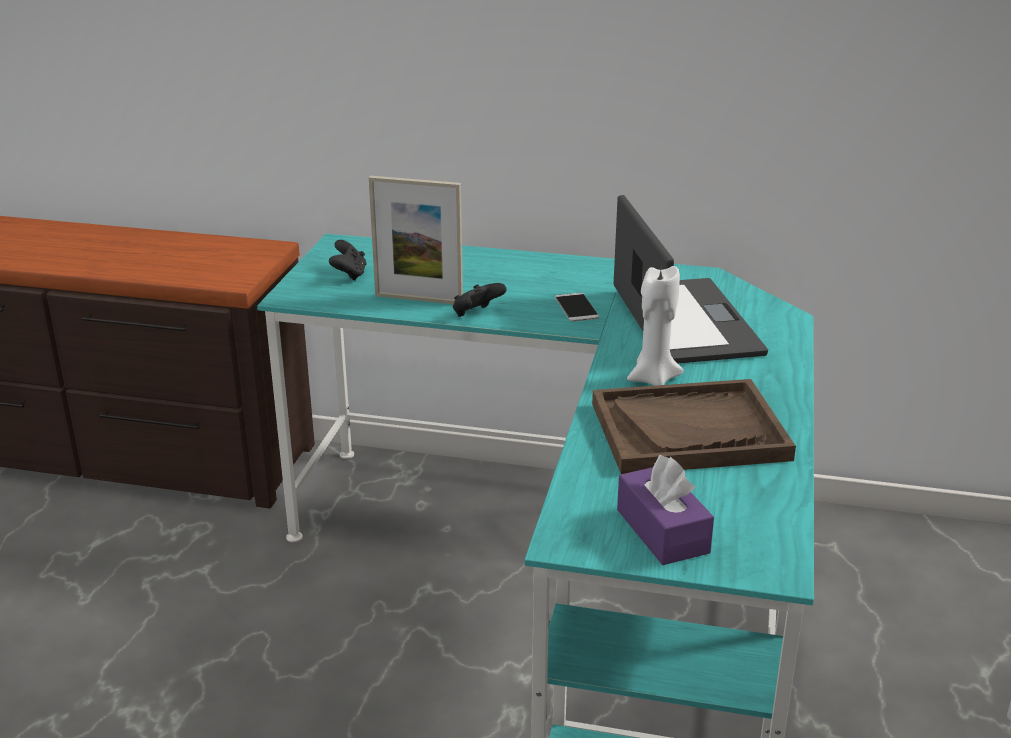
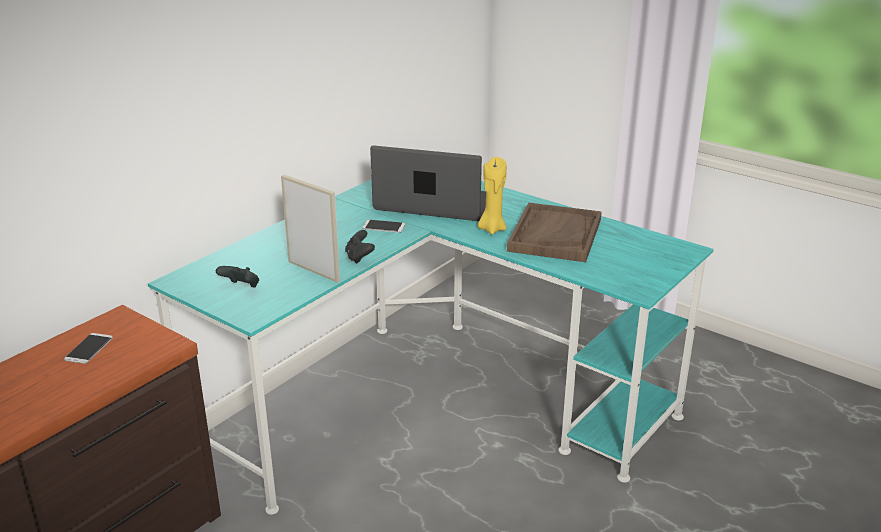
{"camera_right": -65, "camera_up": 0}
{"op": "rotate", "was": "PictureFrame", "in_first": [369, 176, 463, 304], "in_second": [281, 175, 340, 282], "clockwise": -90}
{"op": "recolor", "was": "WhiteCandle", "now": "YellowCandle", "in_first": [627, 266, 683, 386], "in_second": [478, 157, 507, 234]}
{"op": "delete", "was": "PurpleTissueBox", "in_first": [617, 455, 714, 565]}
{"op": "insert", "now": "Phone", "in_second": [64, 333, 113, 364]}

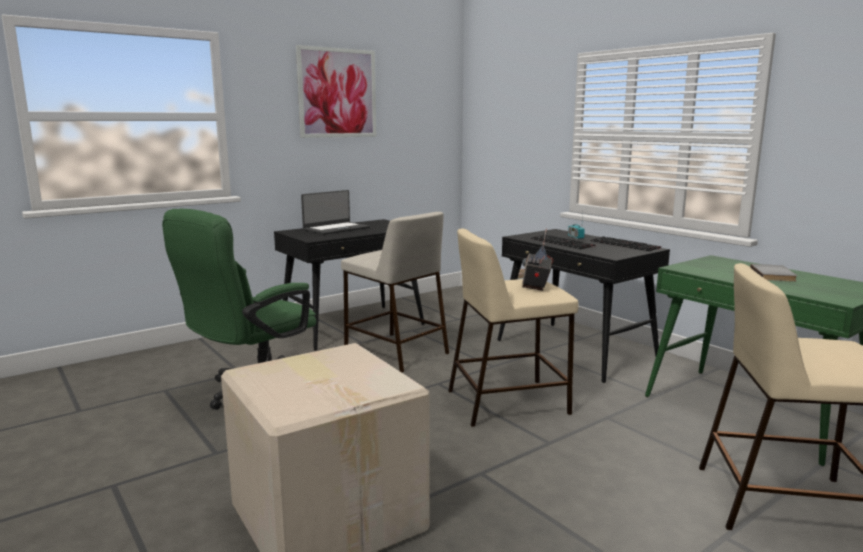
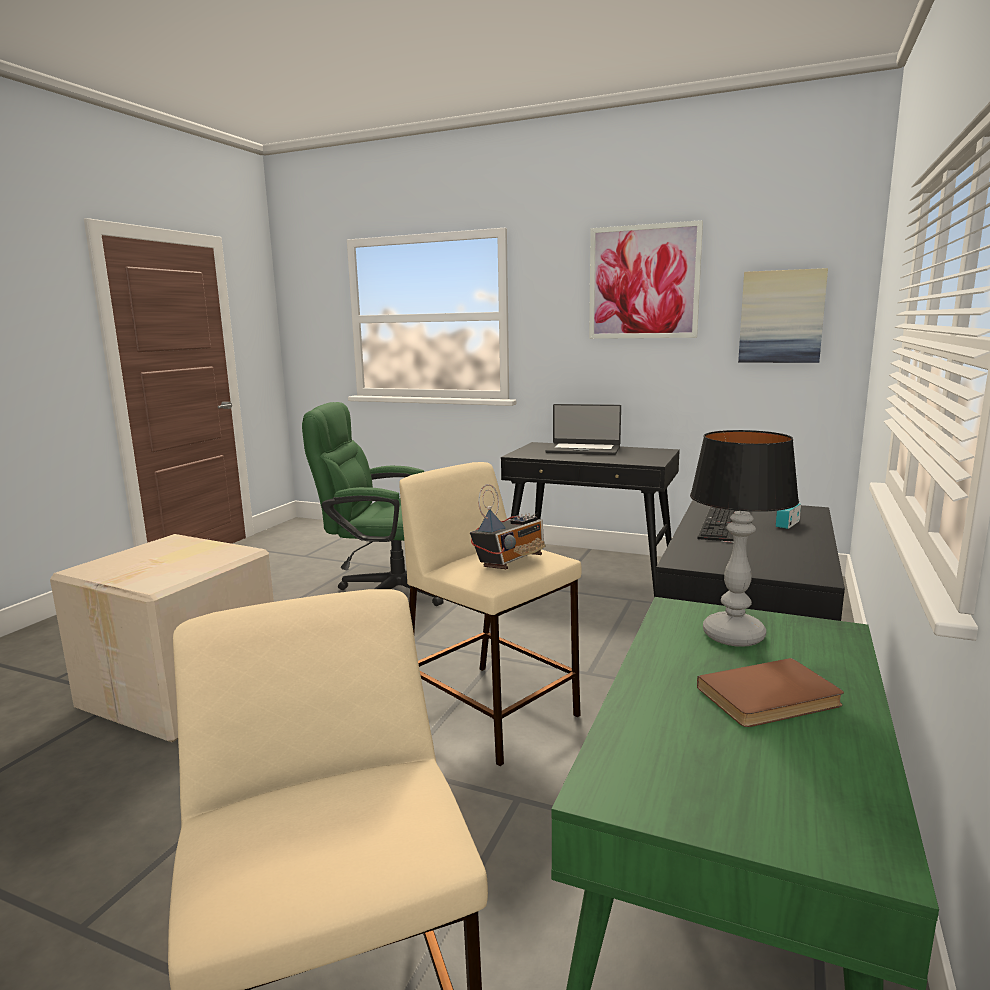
{"camera_right": 60, "camera_up": 0}
{"op": "delete", "was": "BeigeStool", "in_first": [341, 212, 449, 373]}
{"op": "rotate", "was": "Radio", "in_first": [518, 229, 554, 291], "in_second": [470, 484, 546, 569], "clockwise": 150}
{"op": "delete", "was": "Keyboard", "in_first": [591, 236, 661, 251]}
{"op": "recolor", "was": "GreyBook", "now": "BrownBook", "in_first": [750, 264, 797, 282], "in_second": [697, 658, 844, 727]}
{"op": "insert", "now": "Picture", "in_second": [738, 268, 828, 363]}
{"op": "insert", "now": "TableLamp", "in_second": [690, 430, 799, 647]}

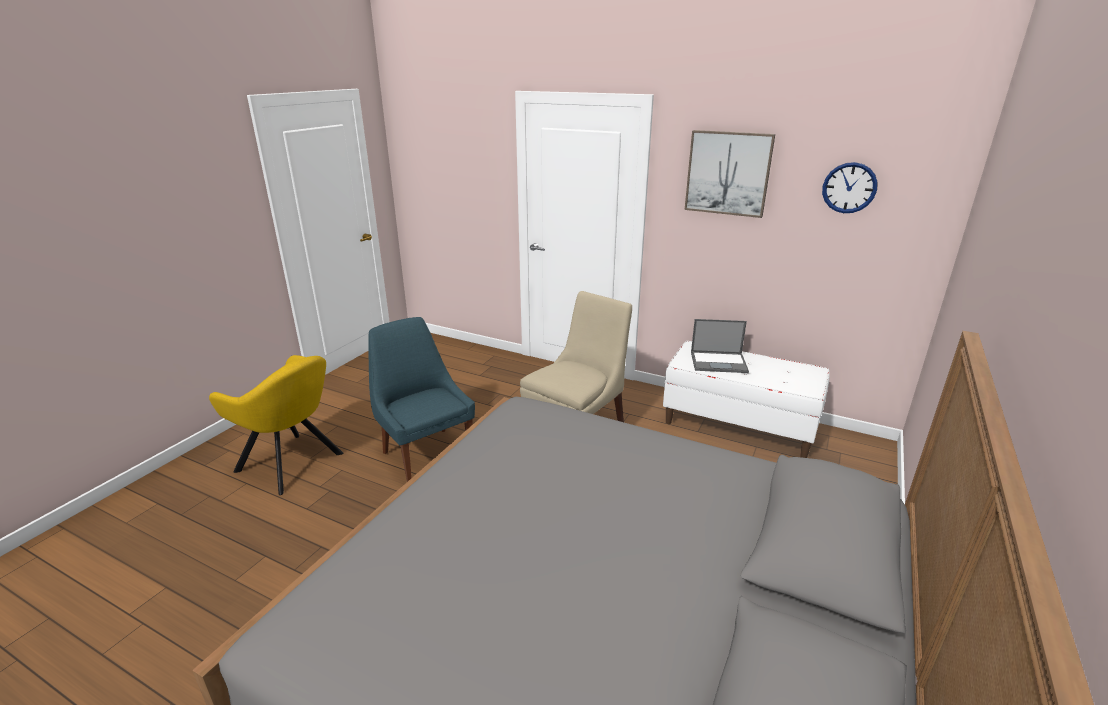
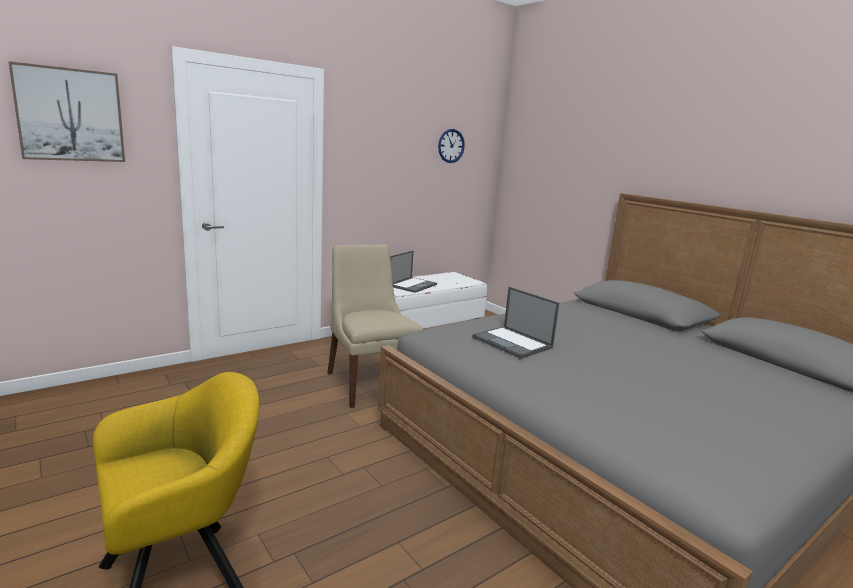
{"camera_right": -65, "camera_up": -10}
{"op": "move", "was": "Picture", "in_first": [685, 130, 775, 218], "in_second": [8, 61, 125, 162]}
{"op": "delete", "was": "BlueChair", "in_first": [368, 317, 475, 482]}
{"op": "insert", "now": "Laptop", "in_second": [472, 287, 559, 359]}

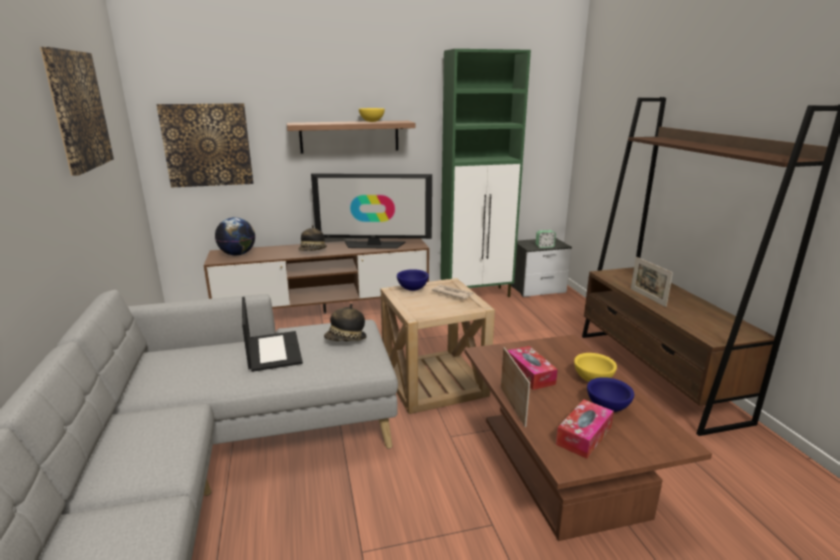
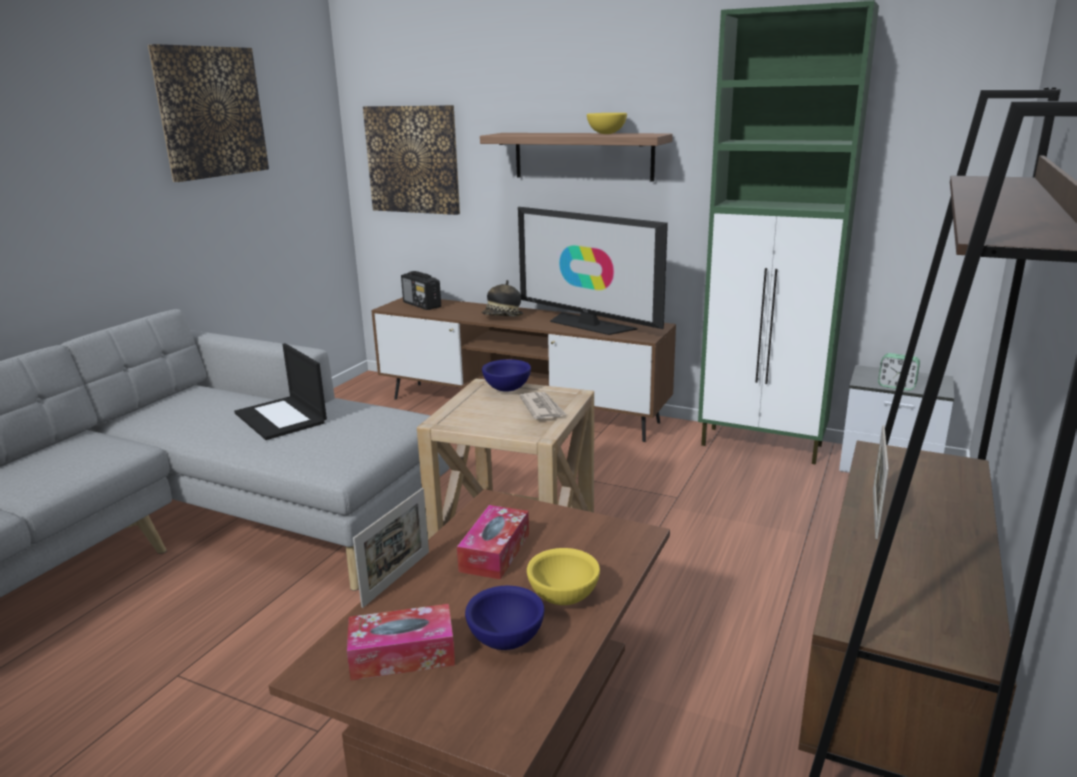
{"camera_right": 40, "camera_up": 0}
{"op": "replace", "was": "Globe", "now": "Radio", "in_first": [215, 217, 255, 255], "in_second": [401, 271, 441, 310]}
{"op": "rotate", "was": "Laptop", "in_first": [242, 297, 303, 372], "in_second": [234, 343, 327, 440], "clockwise": 120}
{"op": "delete", "was": "Hat", "in_first": [324, 304, 367, 341]}

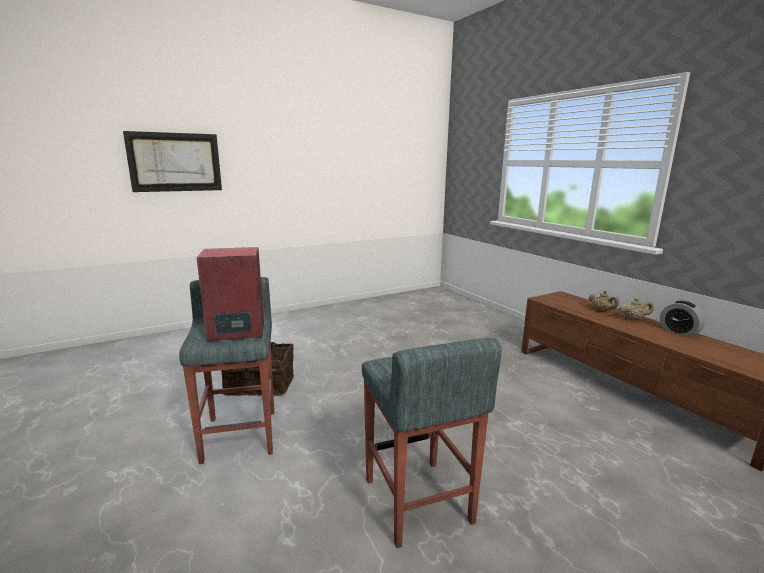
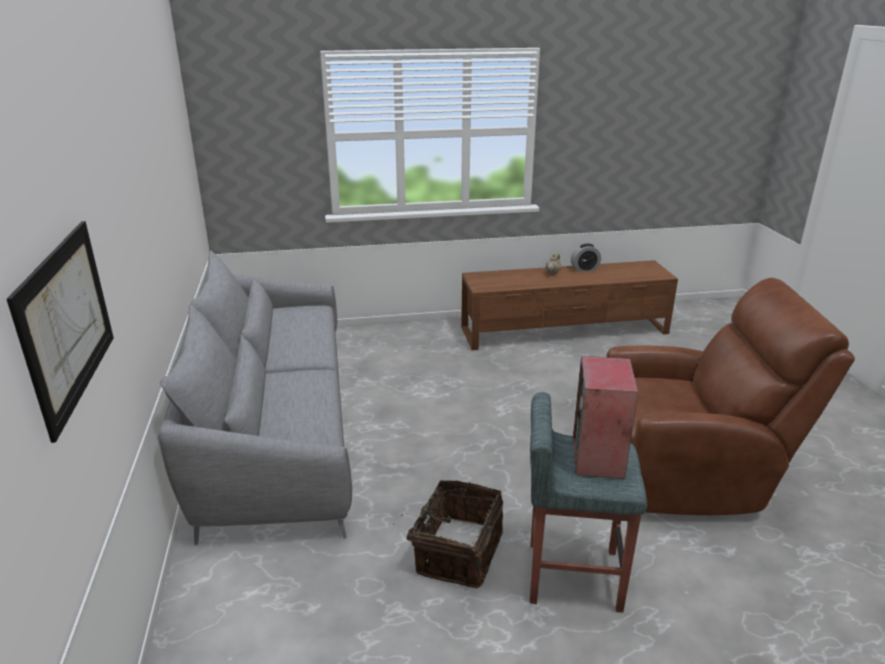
{"camera_right": -70, "camera_up": 10}
{"op": "delete", "was": "BeigeTeapot", "in_first": [589, 290, 619, 312]}
{"op": "replace", "was": "GreyStool", "now": "BrownArmchair", "in_first": [362, 338, 502, 548], "in_second": [606, 278, 855, 515]}
{"op": "insert", "now": "GreySofa", "in_second": [158, 250, 352, 545]}

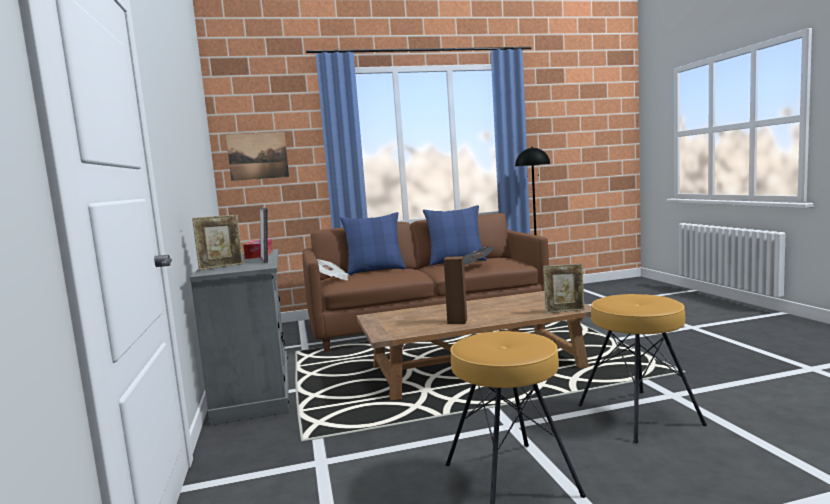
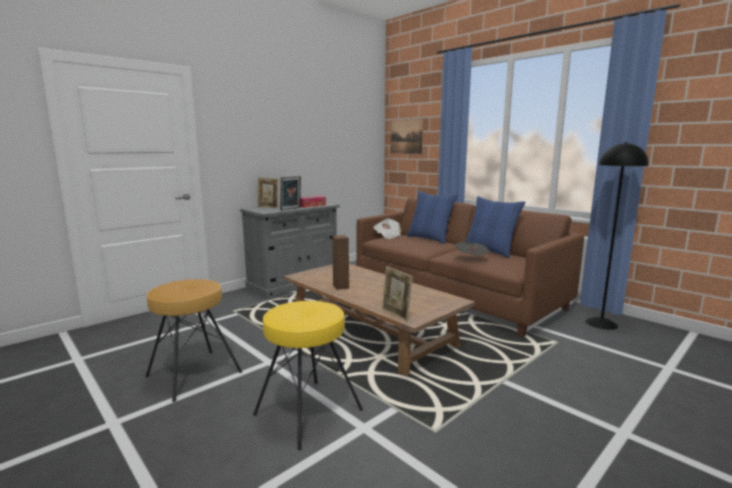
{"camera_right": 60, "camera_up": 5}
{"op": "recolor", "was": "BrownStool", "now": "YellowStool", "in_first": [578, 294, 707, 444], "in_second": [253, 301, 363, 450]}

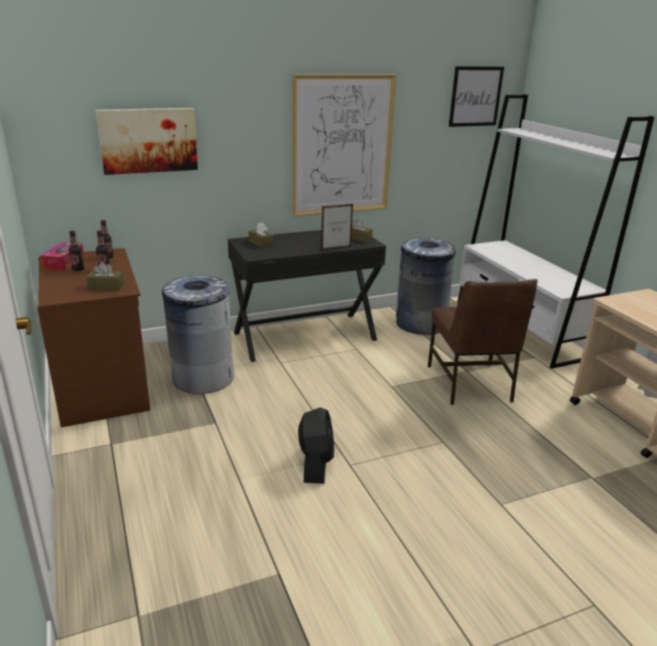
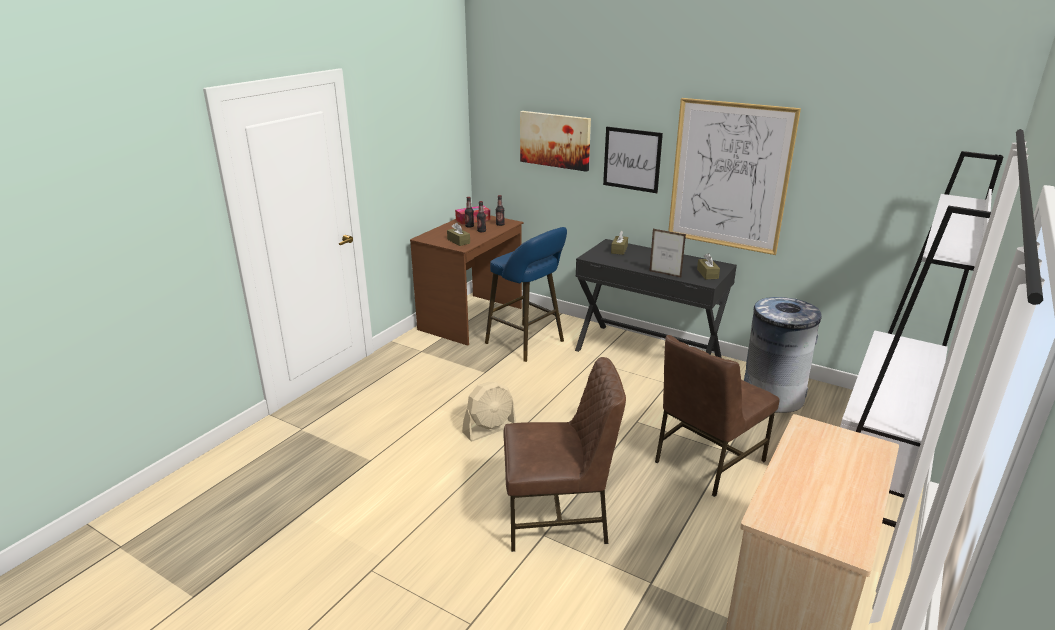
{"camera_right": 55, "camera_up": 0}
{"op": "move", "was": "Picture", "in_first": [449, 66, 504, 127], "in_second": [603, 127, 663, 193]}
{"op": "replace", "was": "GreyTrashCan", "now": "BlueStool", "in_first": [162, 276, 234, 394], "in_second": [485, 227, 567, 362]}
{"op": "recolor", "was": "BlackFan", "now": "BeigeFan", "in_first": [298, 408, 334, 484], "in_second": [462, 382, 517, 441]}
{"op": "insert", "now": "BrownChair", "in_second": [503, 357, 626, 552]}

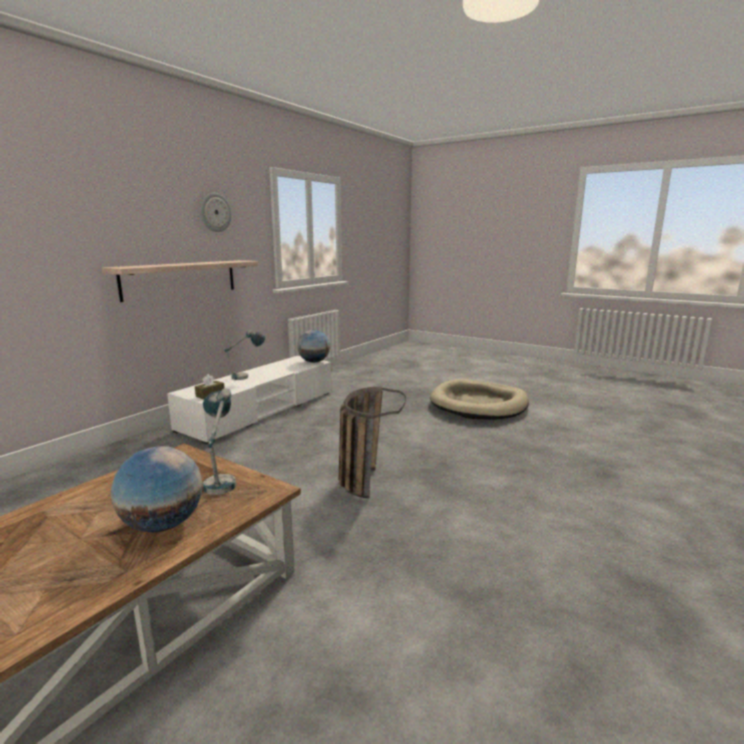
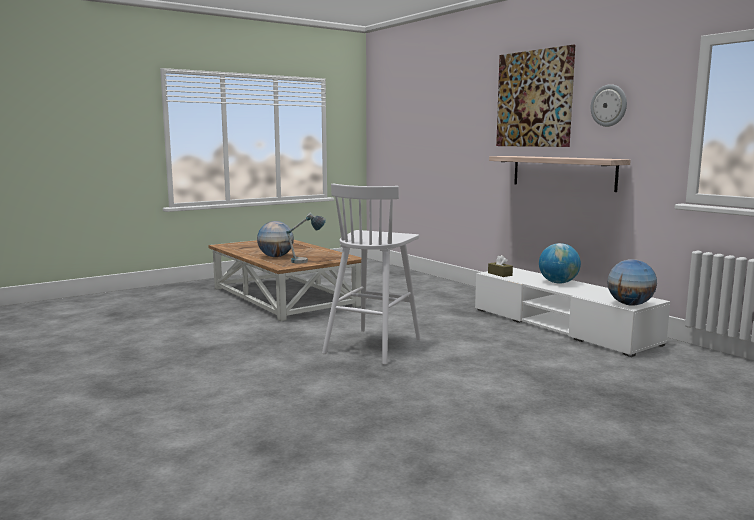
{"camera_right": 110, "camera_up": -5}
{"op": "replace", "was": "TableLamp", "now": "Globe", "in_first": [225, 330, 265, 380], "in_second": [539, 243, 581, 284]}
{"op": "delete", "was": "BeigeDogBed", "in_first": [430, 379, 529, 420]}
{"op": "replace", "was": "Basket", "now": "WhiteStool", "in_first": [339, 387, 406, 498], "in_second": [322, 184, 420, 365]}
{"op": "insert", "now": "Picture", "in_second": [496, 45, 575, 147]}

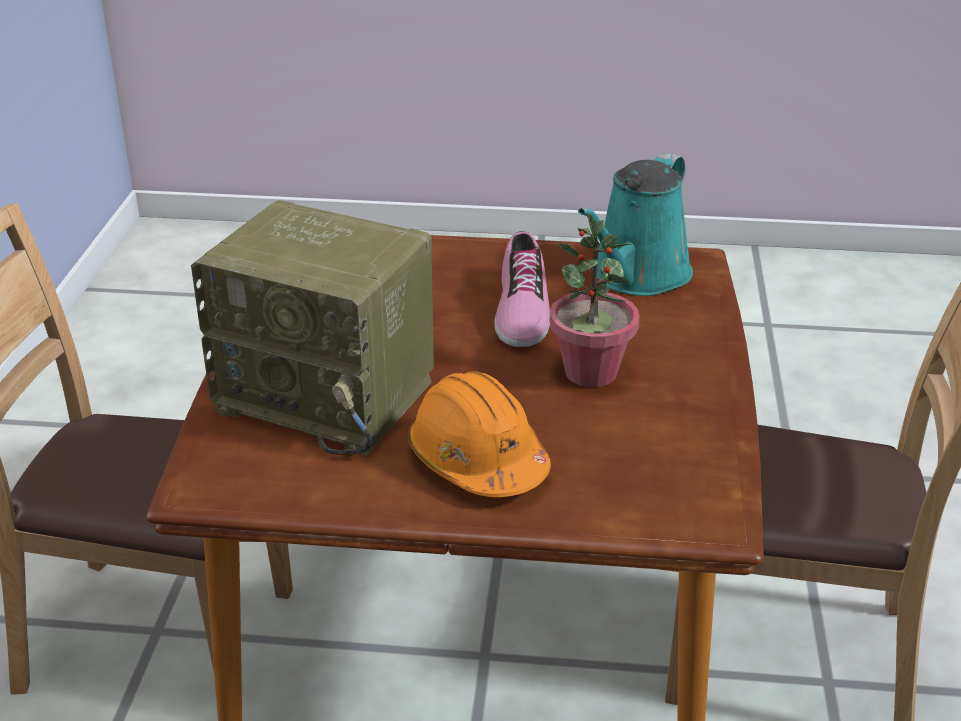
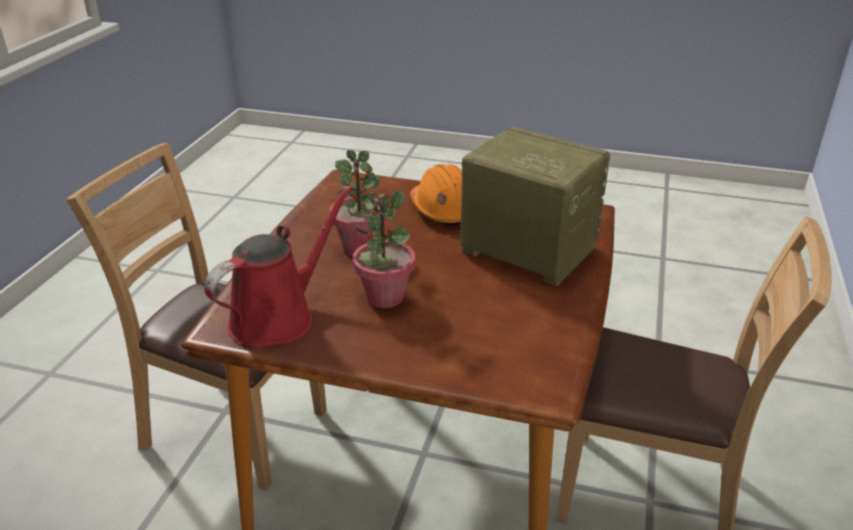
{"camera_right": -170, "camera_up": 0}
{"op": "recolor", "was": "TurquoiseWateringCan", "now": "RedWateringCan", "in_first": [578, 153, 693, 296], "in_second": [204, 186, 353, 348]}
{"op": "replace", "was": "Shoe", "now": "PottedPlant", "in_first": [494, 231, 550, 347], "in_second": [353, 190, 415, 308]}

